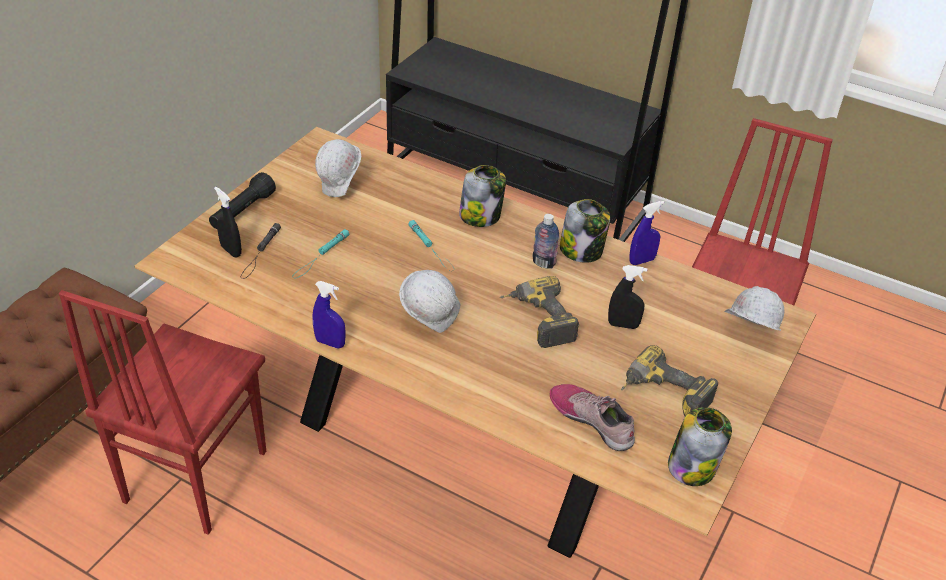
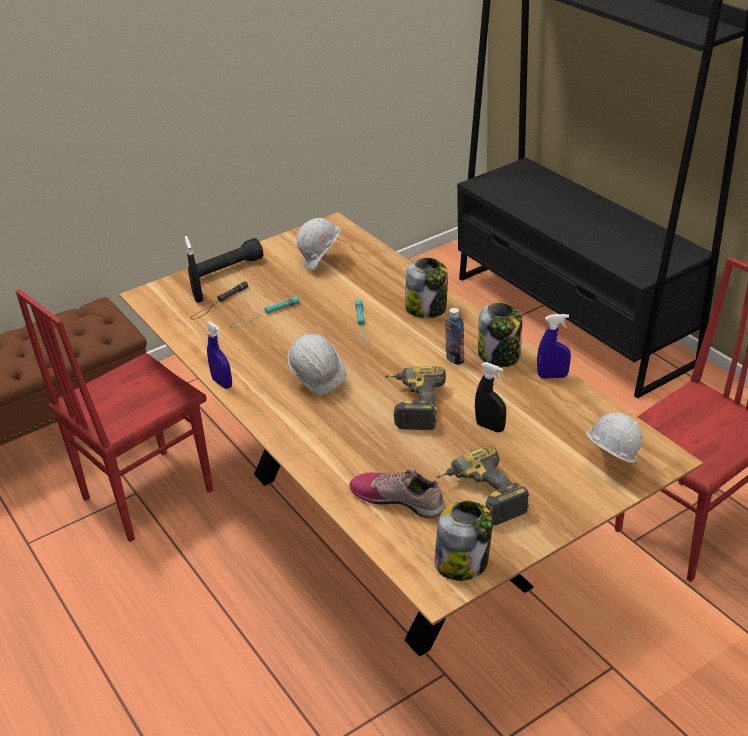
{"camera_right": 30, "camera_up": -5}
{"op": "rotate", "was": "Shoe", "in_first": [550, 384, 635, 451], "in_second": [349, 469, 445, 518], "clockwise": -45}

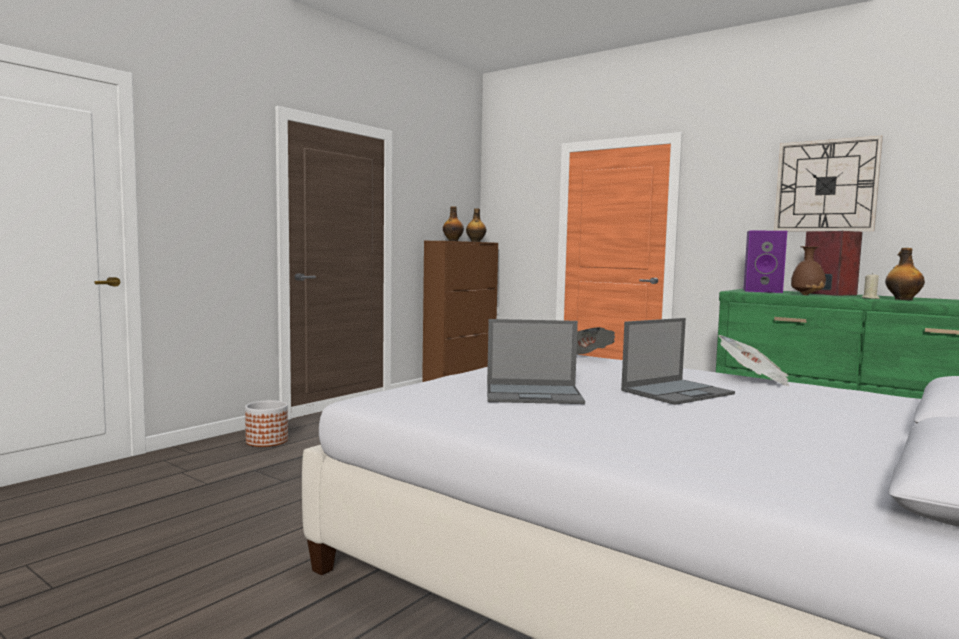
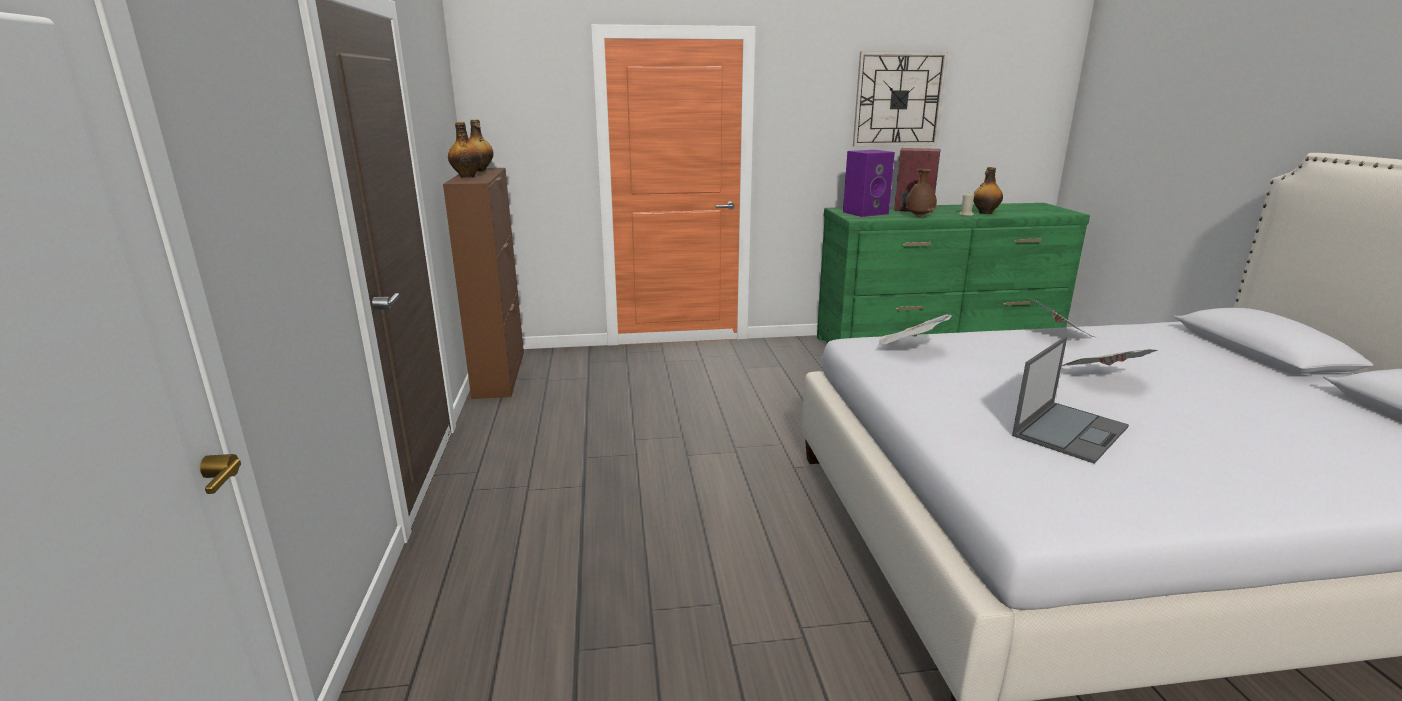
{"camera_right": -45, "camera_up": 15}
{"op": "replace", "was": "Laptop", "now": "Newspaper", "in_first": [621, 318, 735, 405], "in_second": [1062, 349, 1157, 366]}
{"op": "delete", "was": "Planter", "in_first": [245, 400, 288, 447]}

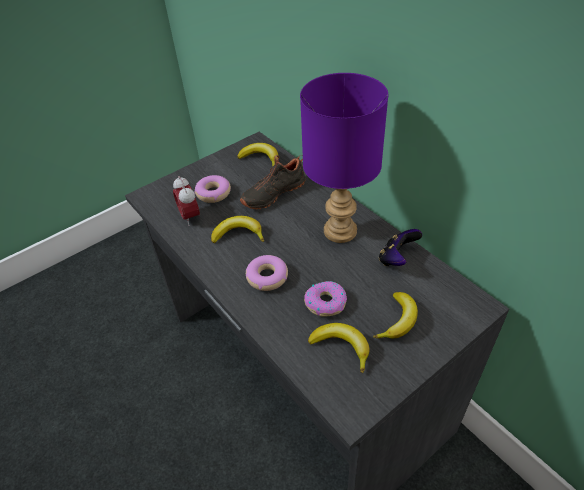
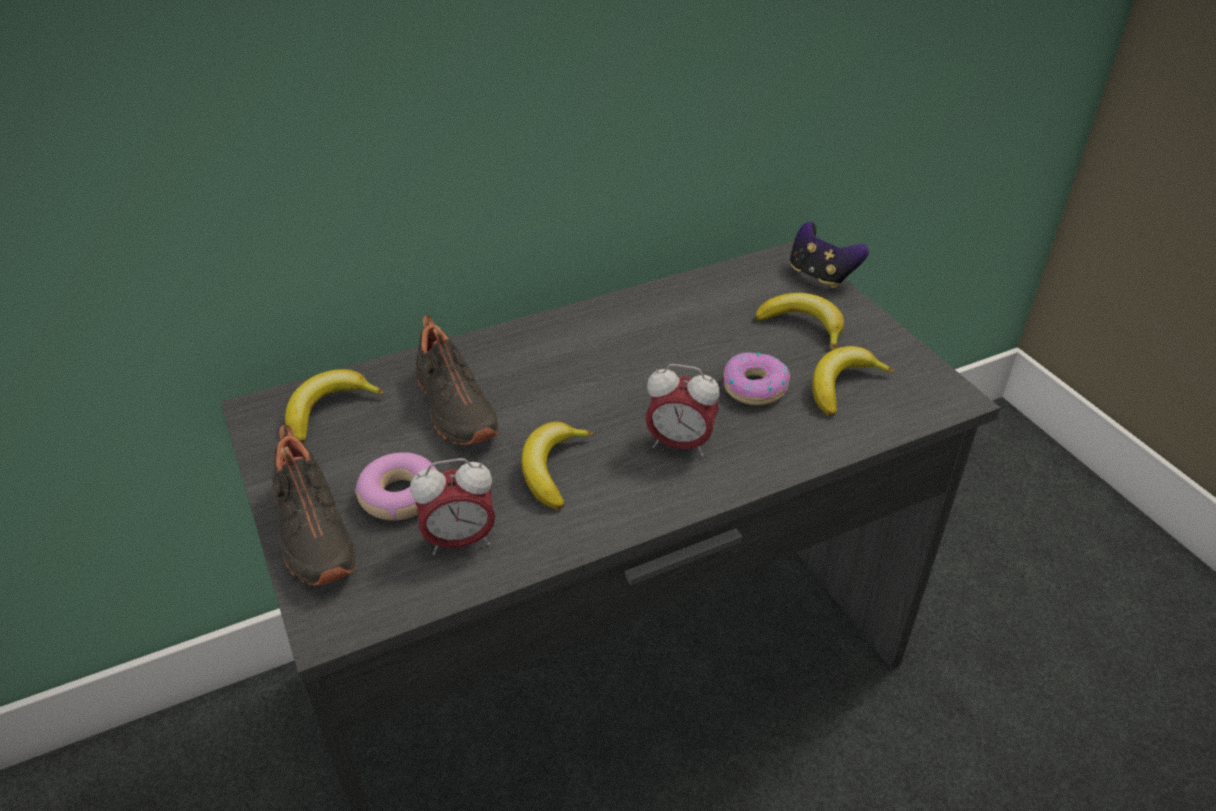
{"camera_right": -80, "camera_up": -5}
{"op": "delete", "was": "PurpleTableLamp", "in_first": [300, 73, 389, 243]}
{"op": "move", "was": "GameController", "in_first": [379, 229, 422, 266], "in_second": [790, 222, 869, 288]}
{"op": "replace", "was": "Donut", "now": "AlarmClock", "in_first": [246, 255, 288, 291], "in_second": [645, 364, 720, 456]}
{"op": "insert", "now": "BlackShoe", "in_second": [272, 425, 356, 586]}

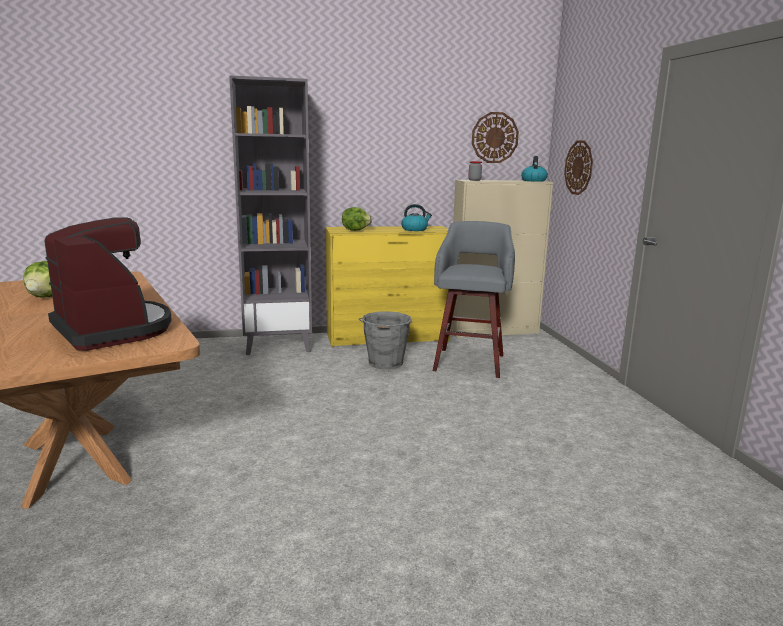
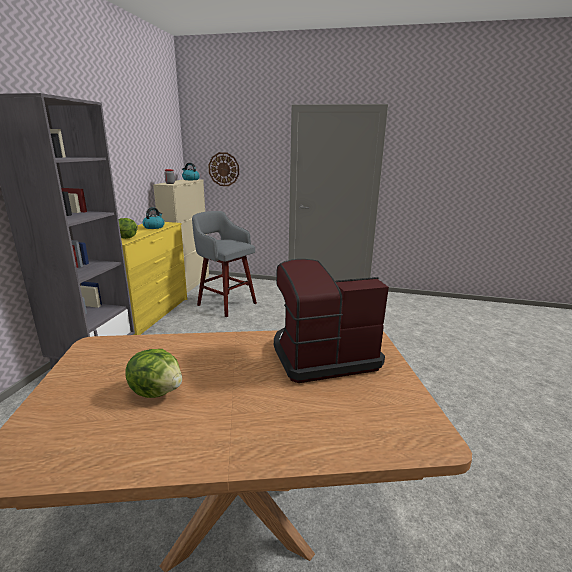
{"camera_right": -65, "camera_up": 5}
{"op": "delete", "was": "WallClock", "in_first": [472, 112, 519, 163]}
{"op": "delete", "was": "GreyBucket", "in_first": [359, 311, 413, 369]}

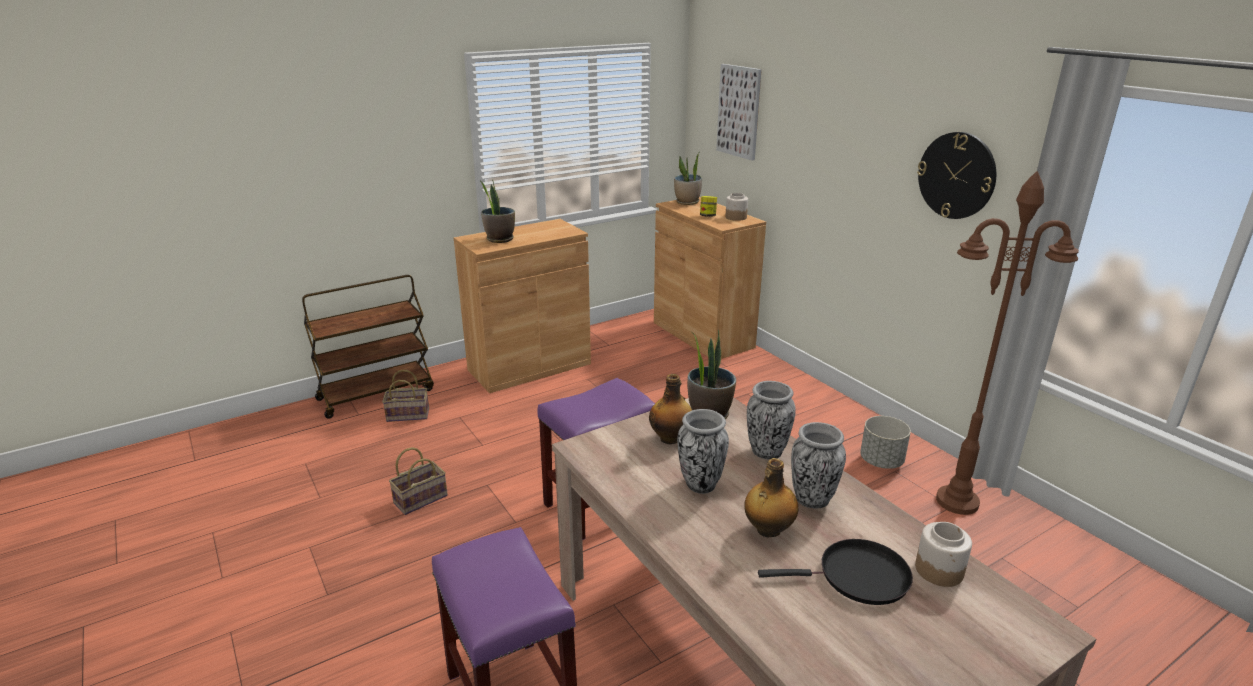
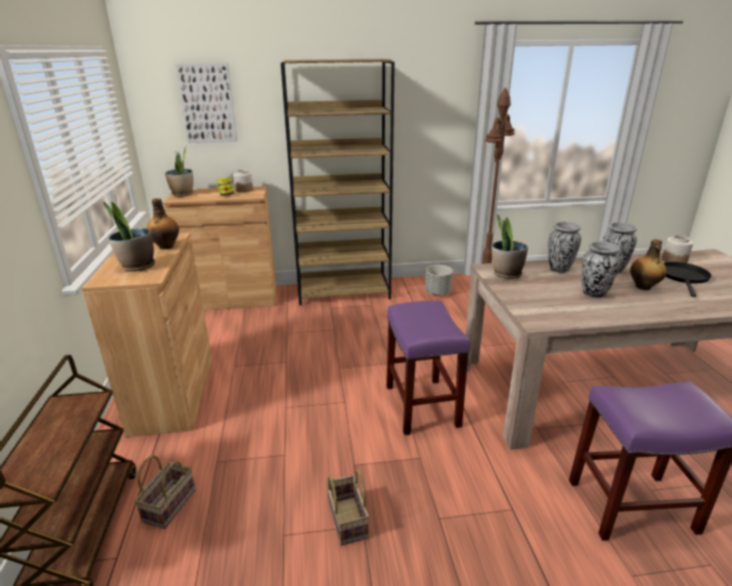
{"camera_right": -65, "camera_up": 0}
{"op": "delete", "was": "WallClock", "in_first": [917, 132, 996, 219]}
{"op": "move", "was": "Bottle", "in_first": [649, 374, 692, 444], "in_second": [147, 198, 179, 249]}
{"op": "insert", "now": "BrownBookcase", "in_second": [281, 59, 395, 305]}

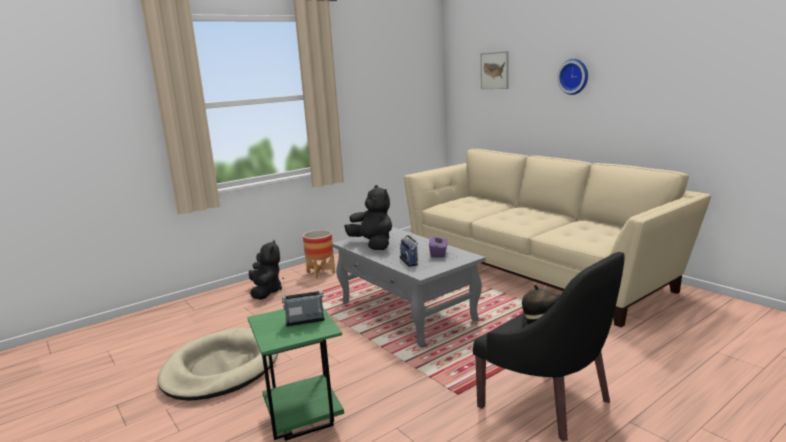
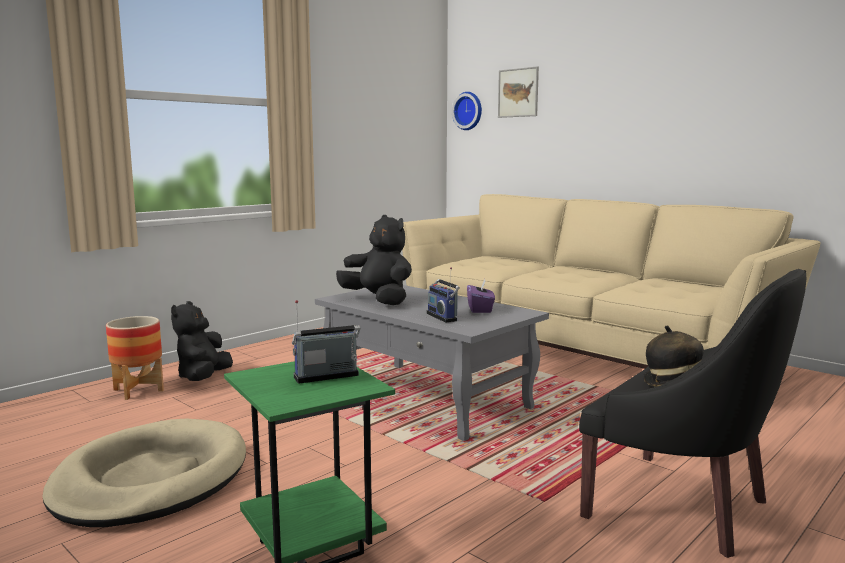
{"camera_right": -10, "camera_up": -5}
{"op": "move", "was": "WallClock", "in_first": [557, 59, 588, 95], "in_second": [452, 92, 482, 130]}
{"op": "move", "was": "Planter", "in_first": [303, 230, 335, 279], "in_second": [106, 316, 164, 400]}
{"op": "rotate", "was": "BlackPlushToy", "in_first": [249, 240, 282, 300], "in_second": [171, 301, 233, 381], "clockwise": -150}

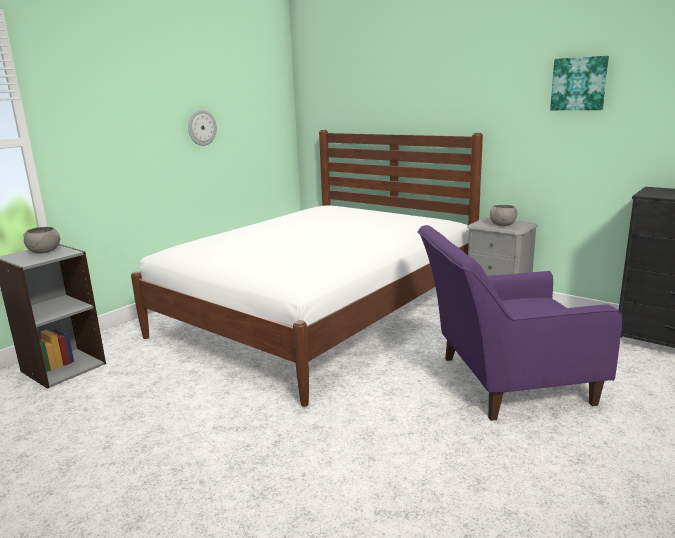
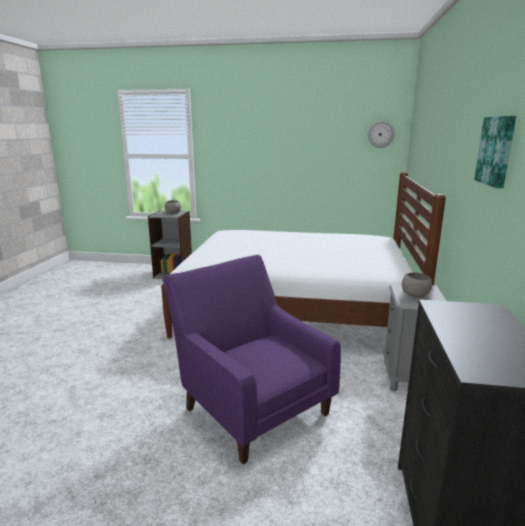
{"camera_right": 60, "camera_up": 0}
{"op": "move", "was": "WallClock", "in_first": [188, 109, 217, 146], "in_second": [368, 121, 395, 148]}

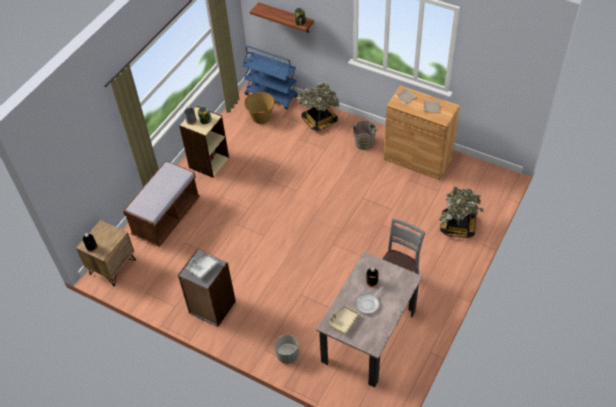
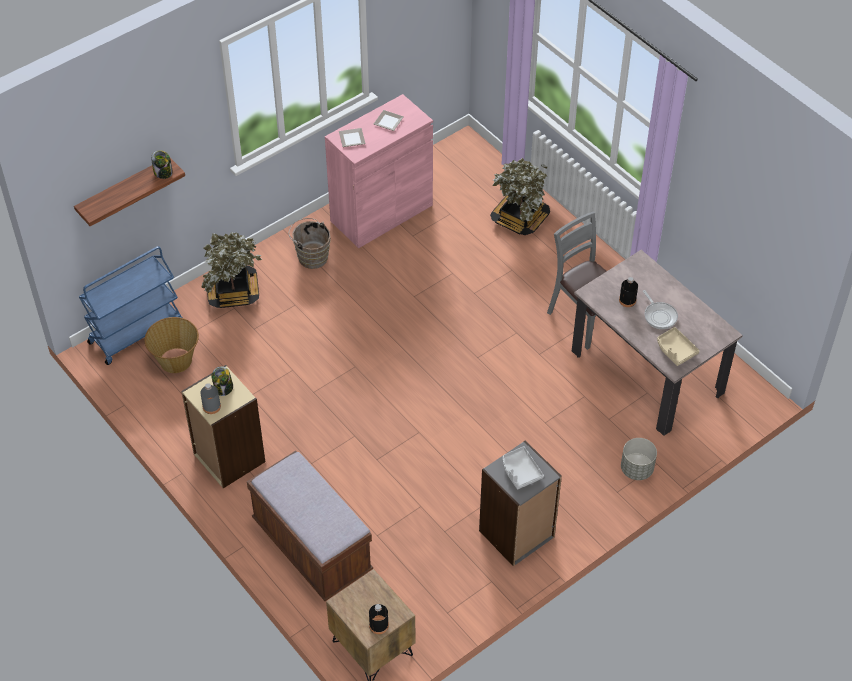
{"camera_right": -70, "camera_up": 0}
{"op": "recolor", "was": "BrownCabinet", "now": "PinkCabinet", "in_first": [384, 86, 460, 180], "in_second": [325, 94, 433, 248]}

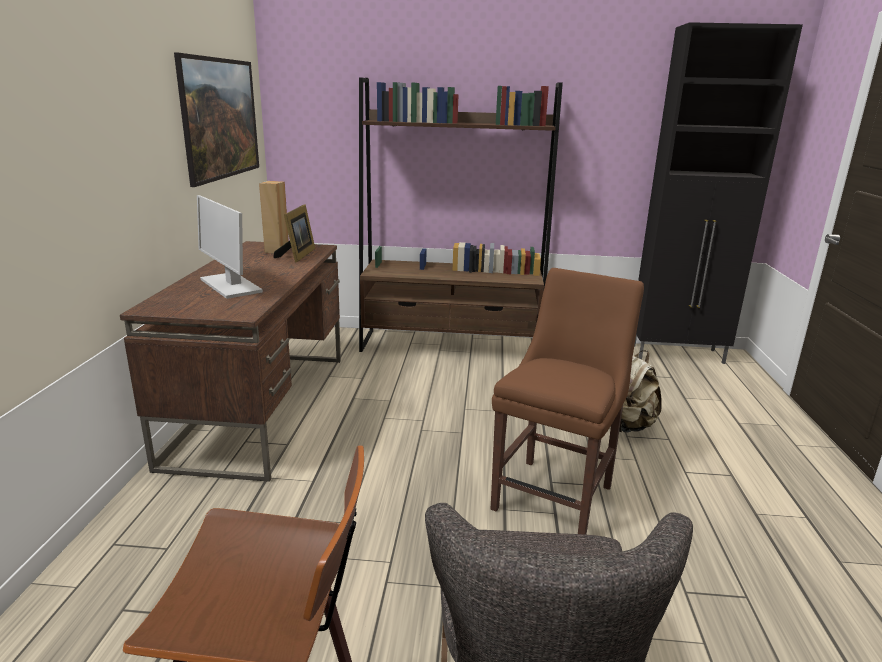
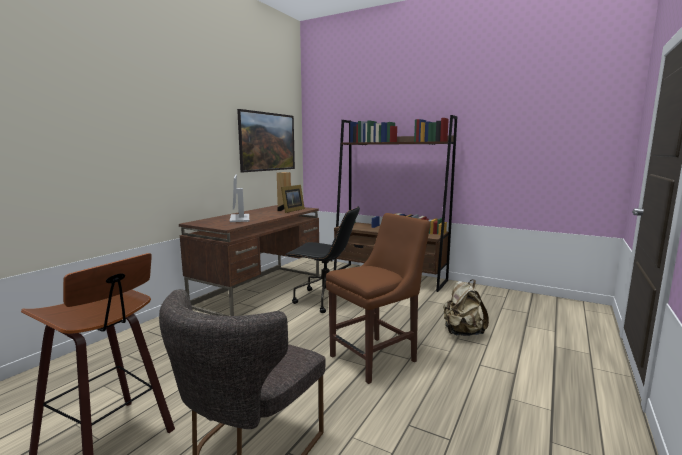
{"camera_right": 25, "camera_up": -10}
{"op": "delete", "was": "BlackCabinet", "in_first": [634, 22, 803, 364]}
{"op": "insert", "now": "BlackOfficeChair", "in_second": [285, 206, 360, 313]}

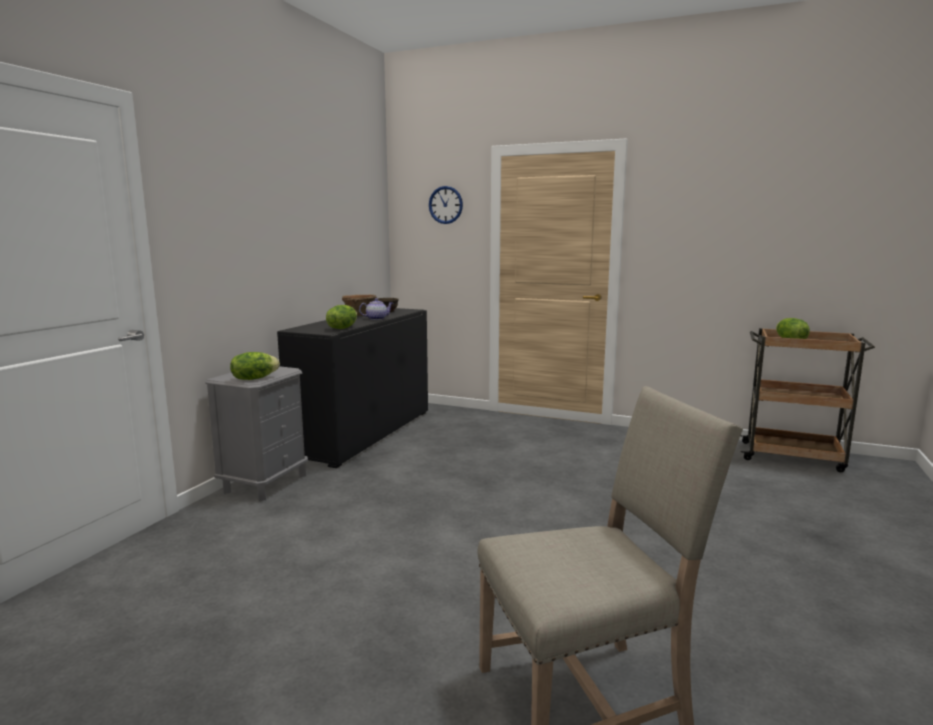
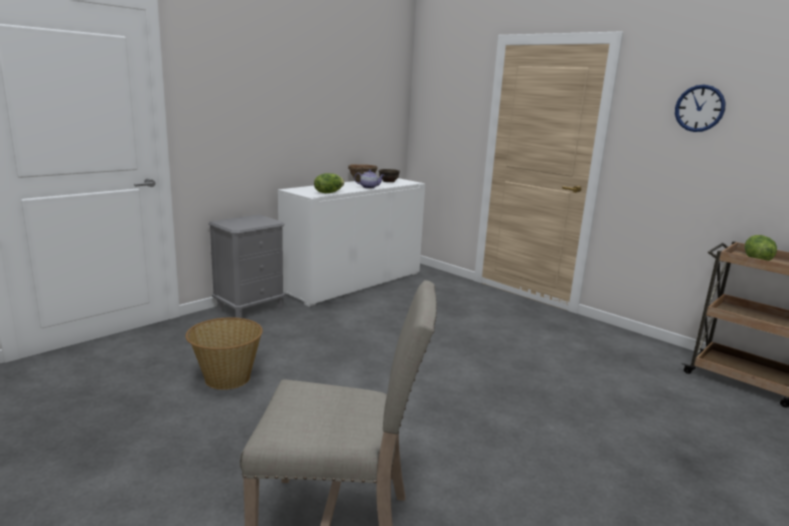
{"camera_right": 20, "camera_up": 5}
{"op": "move", "was": "WallClock", "in_first": [429, 186, 463, 224], "in_second": [675, 85, 726, 132]}
{"op": "recolor", "was": "BlackCabinet", "now": "WhiteCabinet", "in_first": [277, 308, 428, 468], "in_second": [278, 178, 425, 307]}
{"op": "delete", "was": "Lettuce", "in_first": [230, 352, 280, 380]}
{"op": "insert", "now": "Basket", "in_second": [186, 318, 263, 390]}

